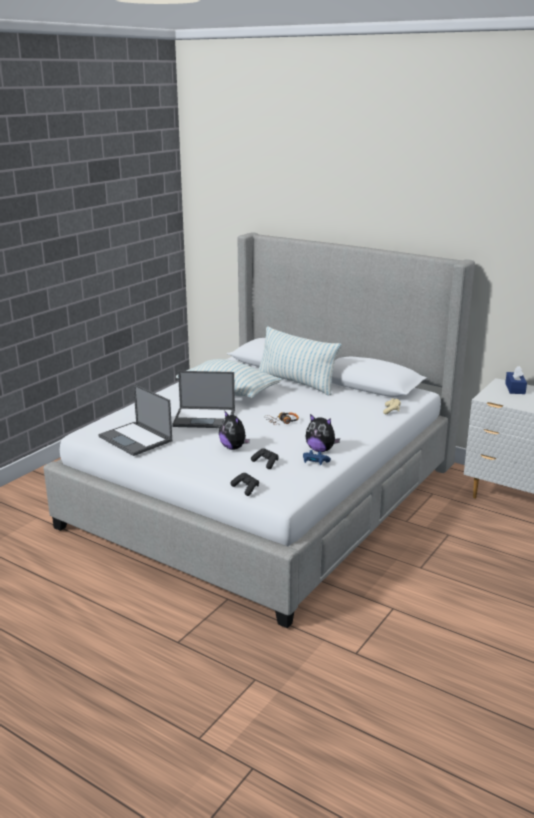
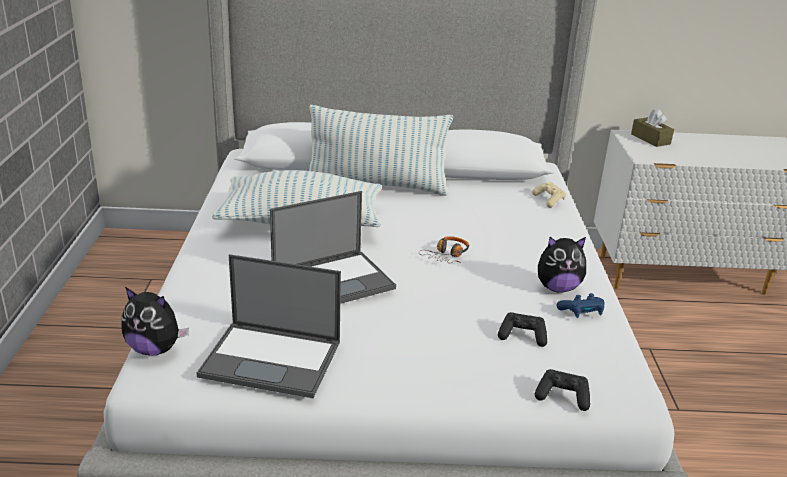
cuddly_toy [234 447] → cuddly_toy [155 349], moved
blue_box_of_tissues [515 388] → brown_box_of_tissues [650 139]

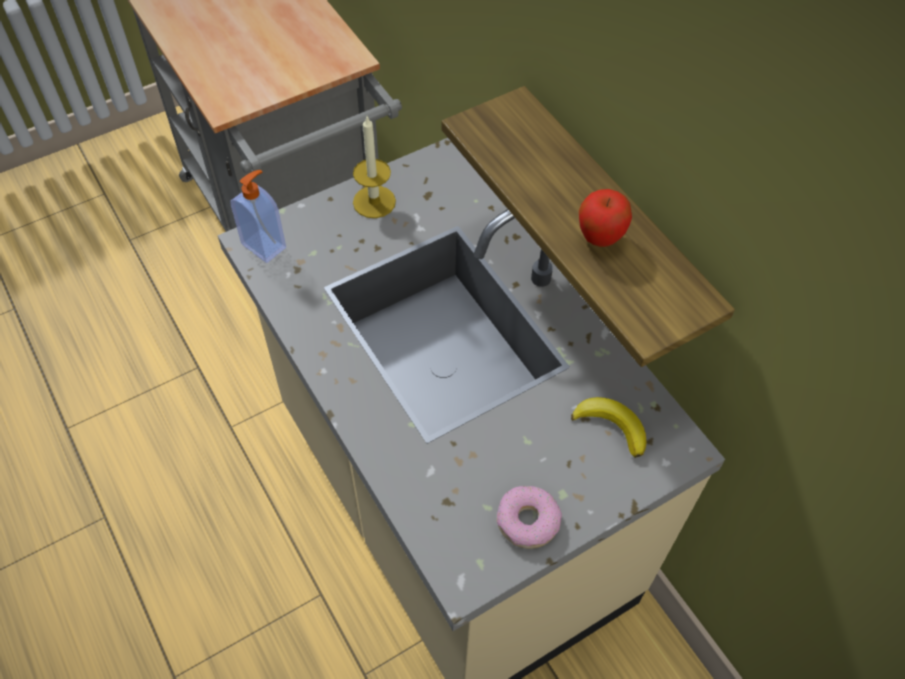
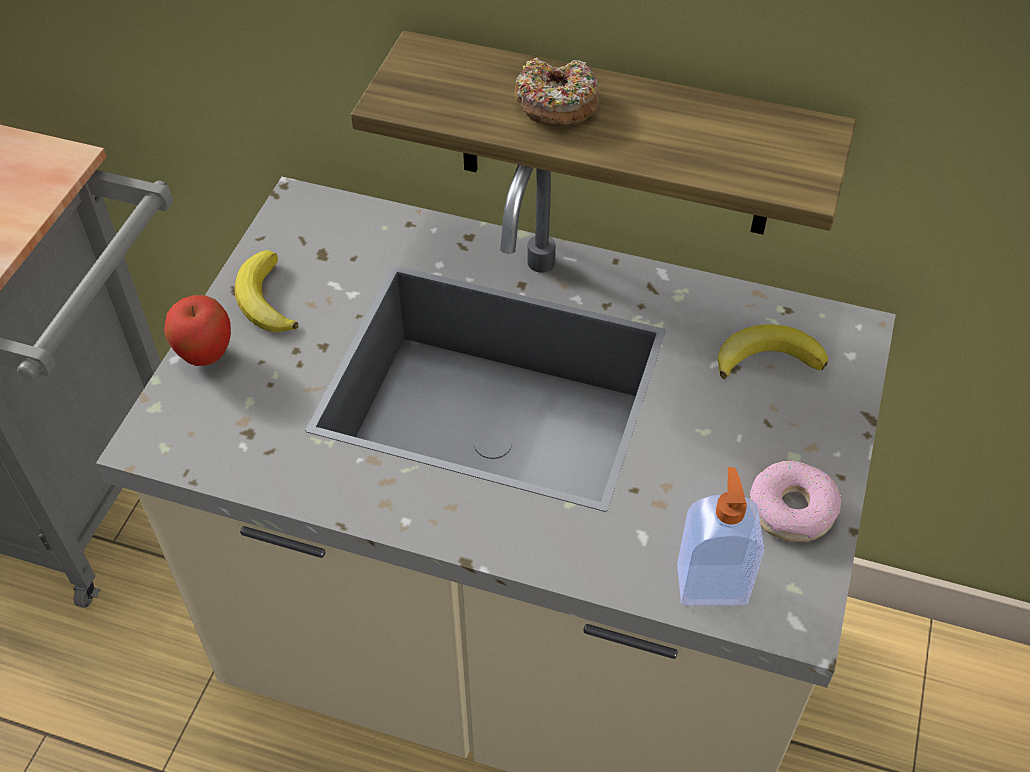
soap_dispenser [265 245] → soap_dispenser [711 582], moved
wax_light [374 202] → banana [265 299]
apple_fruit [600 238] → apple_fruit [206 356], moved
- → doughnut [556 104]

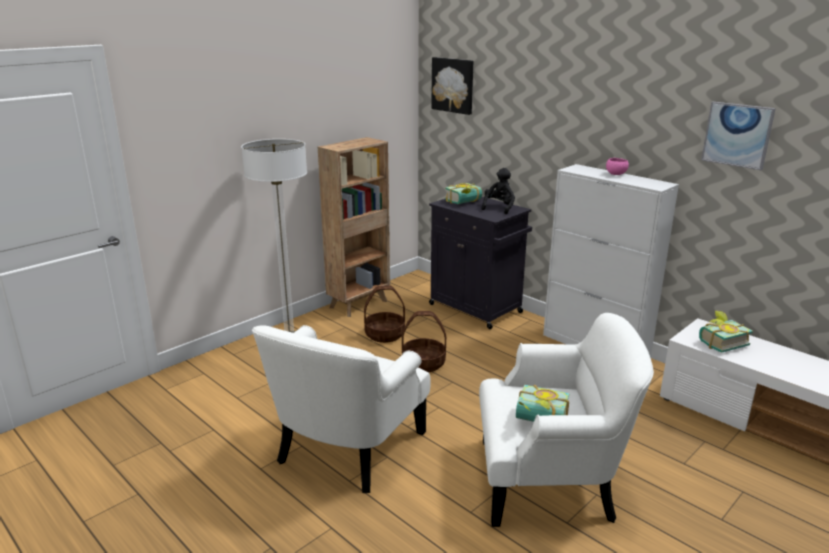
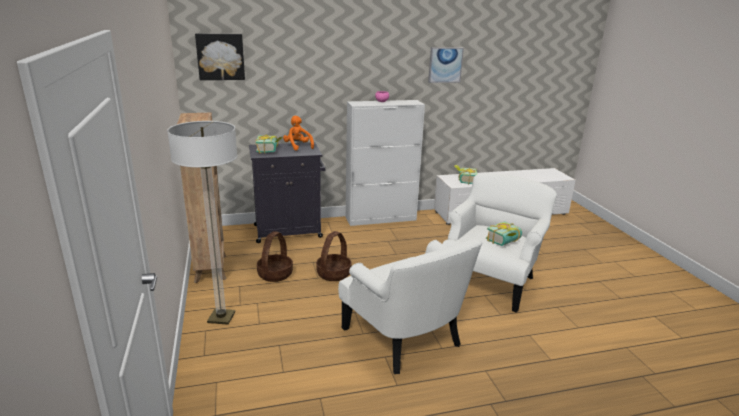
black-coloured_cuddly_toy [499 207] → orangey_cuddly_toy [298 146]

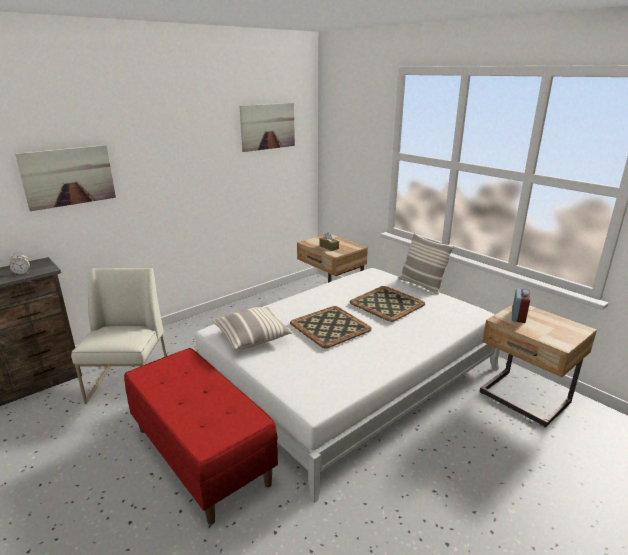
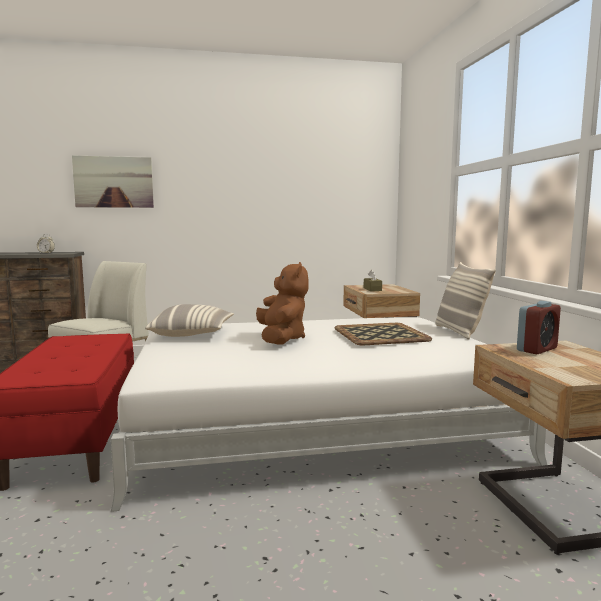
wall_art [268 126] → -
carrying_tray [331 326] → brown_cuddly_toy [281 339]

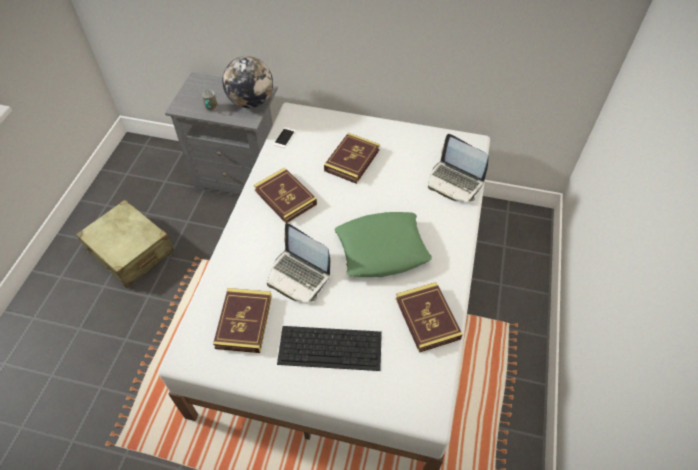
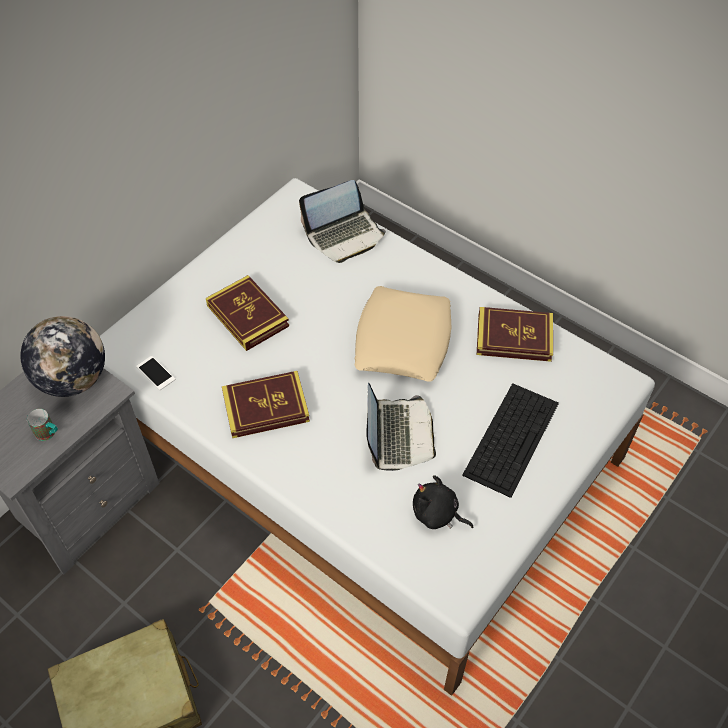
bound_book [244 322] → black-coloured_cuddly_toy [437 514]
notebook_computer [298 275] → notebook_computer [398 435], 60 degrees counterclockwise
green_throw_pillow [382 249] → beige_throw_pillow [403 340]

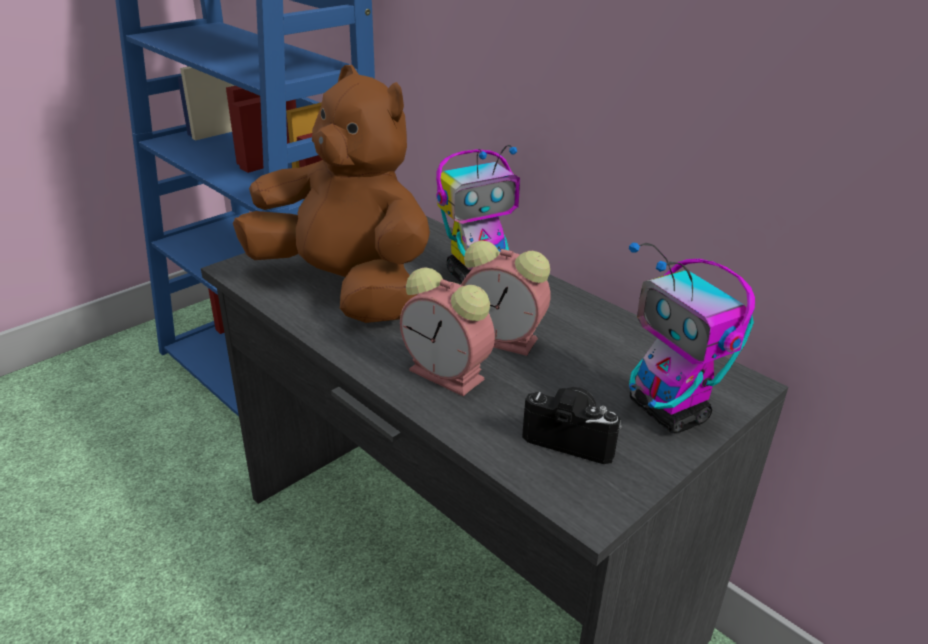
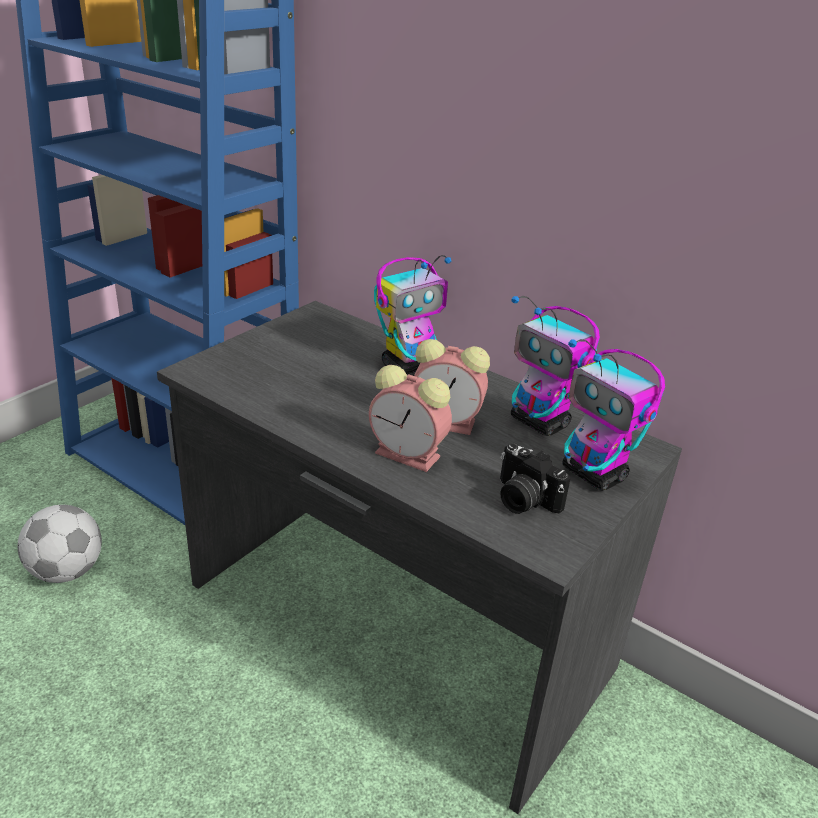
brown_cuddly_toy [346 288] → -
photo_camera [572 438] → photo_camera [523 500], 150 degrees counterclockwise
- → ball_for_football [67 571]
- → toy_robot [540 423]

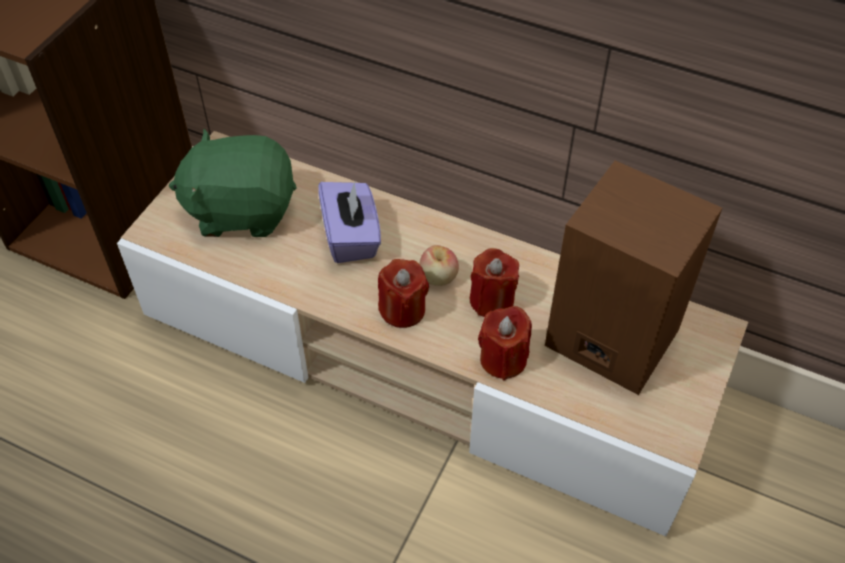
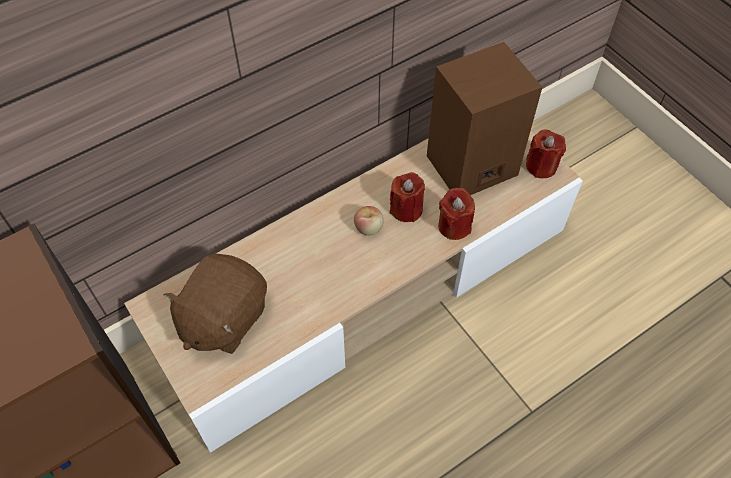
green_cuddly_toy [241 210] → brown_cuddly_toy [223 318]
purple_box_of_tissues [351 237] → -
red_wax_light [402 310] → red_wax_light [541 166], moved

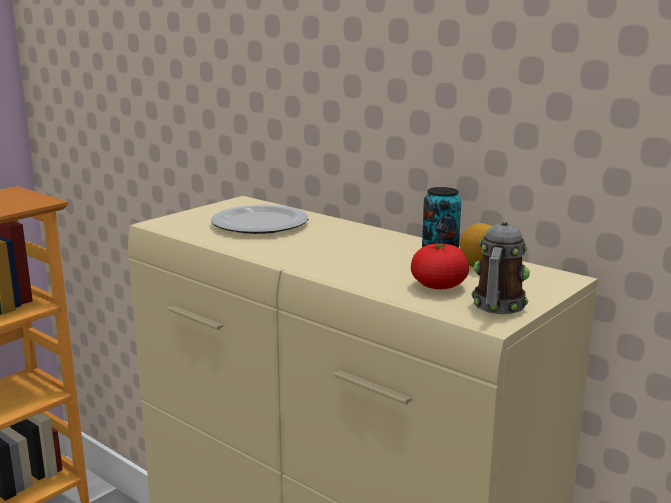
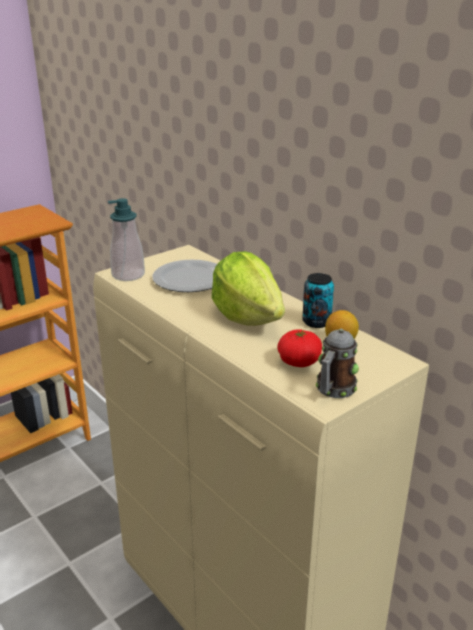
- → soap_dispenser [128 275]
- → lettuce_head [247 316]

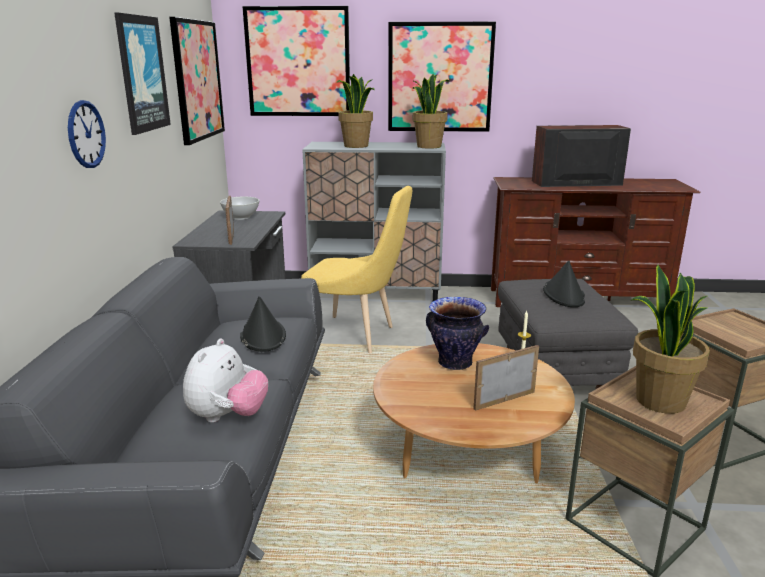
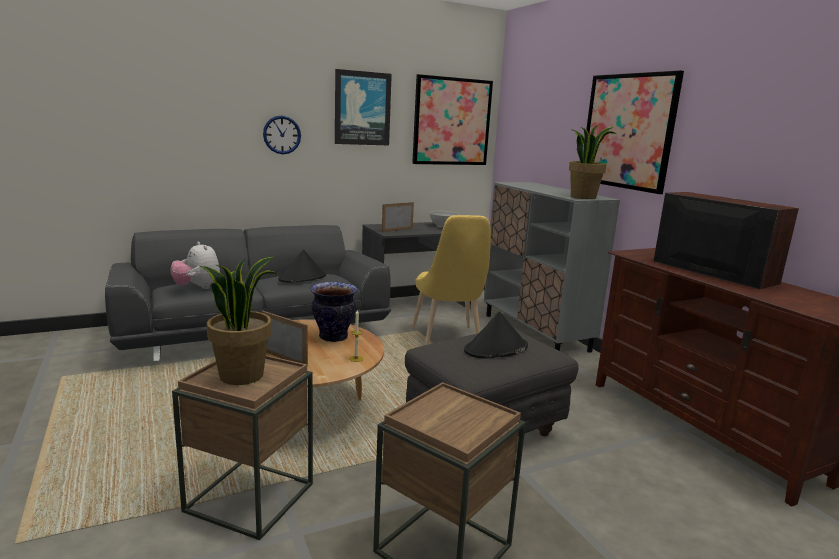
cuddly_toy [227 416] → cuddly_toy [197 287], 60 degrees clockwise
wall_art [298 62] → -
potted_plant [356 146] → -

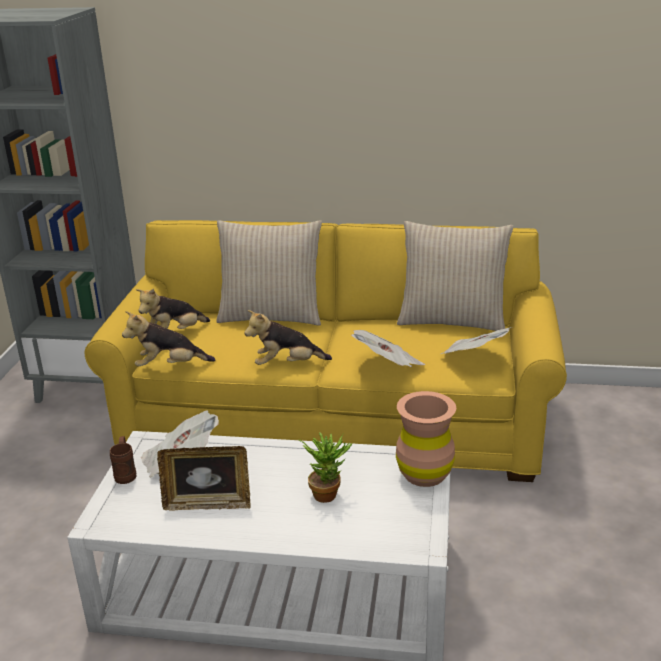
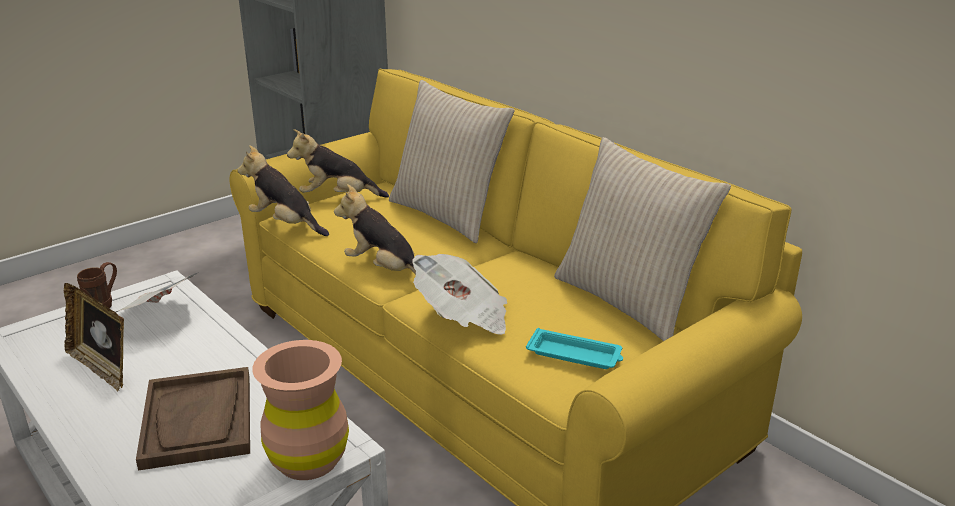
potted_plant [328 493] → brown_carrying_tray [198 420]
printed_paper [474 357] → blue-green_carrying_tray [575 355]

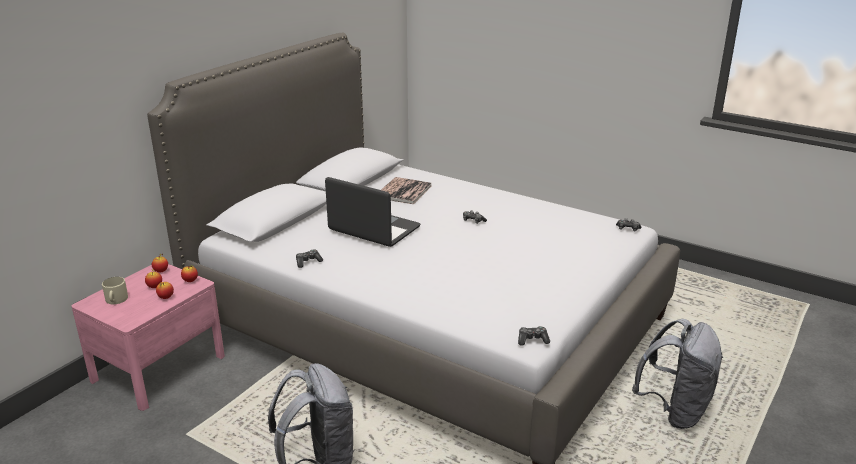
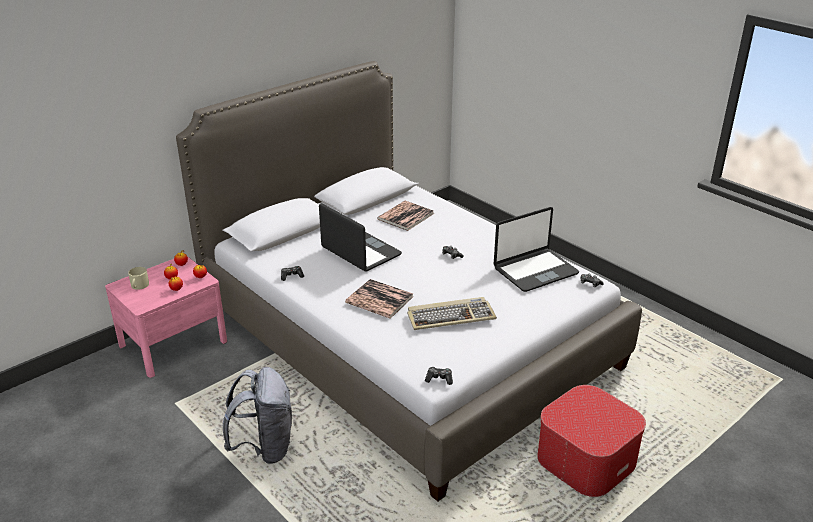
gray_rucksack [674 411] → footrest [586 459]
- → bound_book [379 300]
- → keyboard [451 316]
- → notebook_computer [535 270]

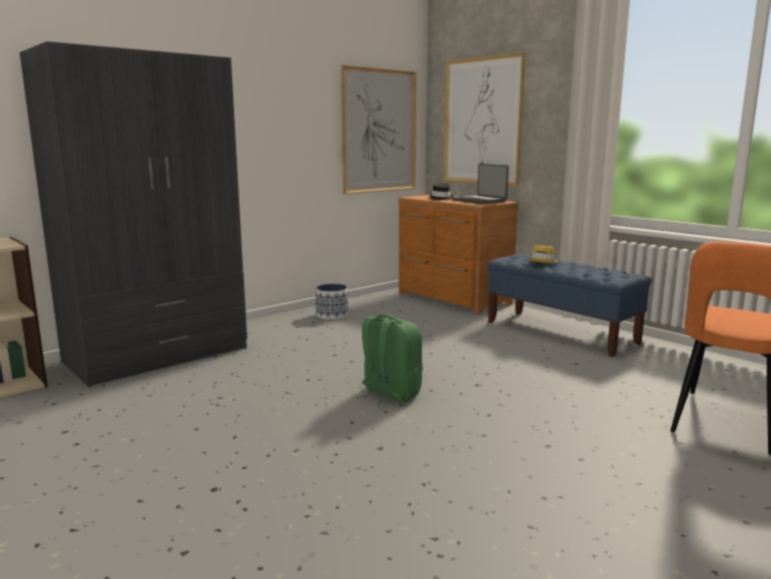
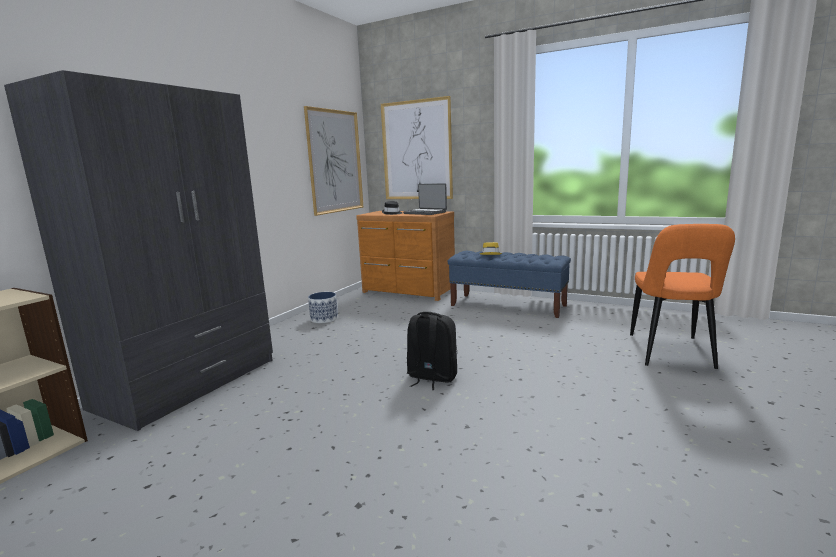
green_rucksack [389 394] → black-coloured_rucksack [431 377]

